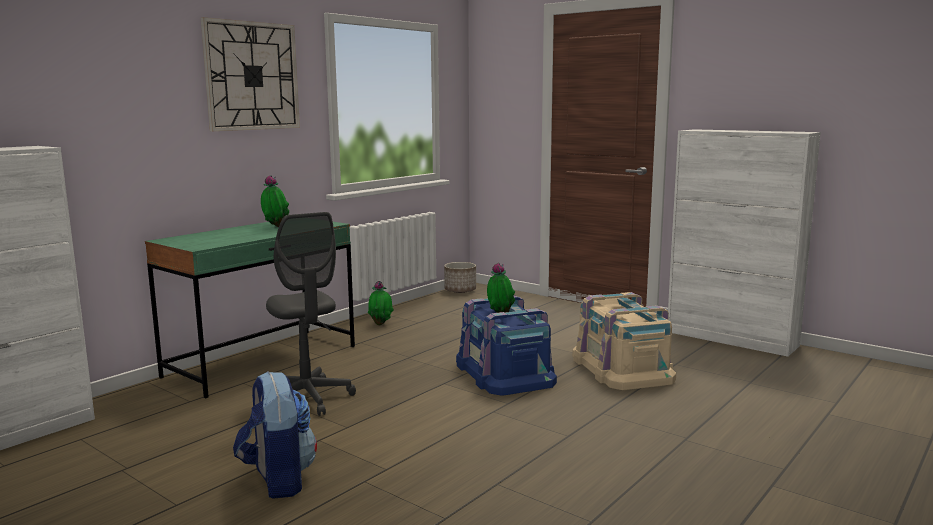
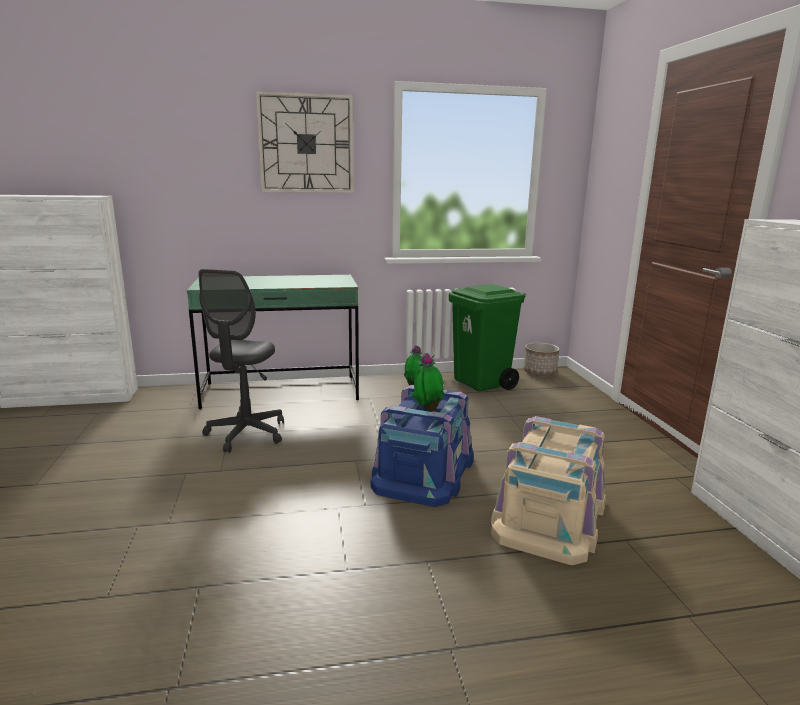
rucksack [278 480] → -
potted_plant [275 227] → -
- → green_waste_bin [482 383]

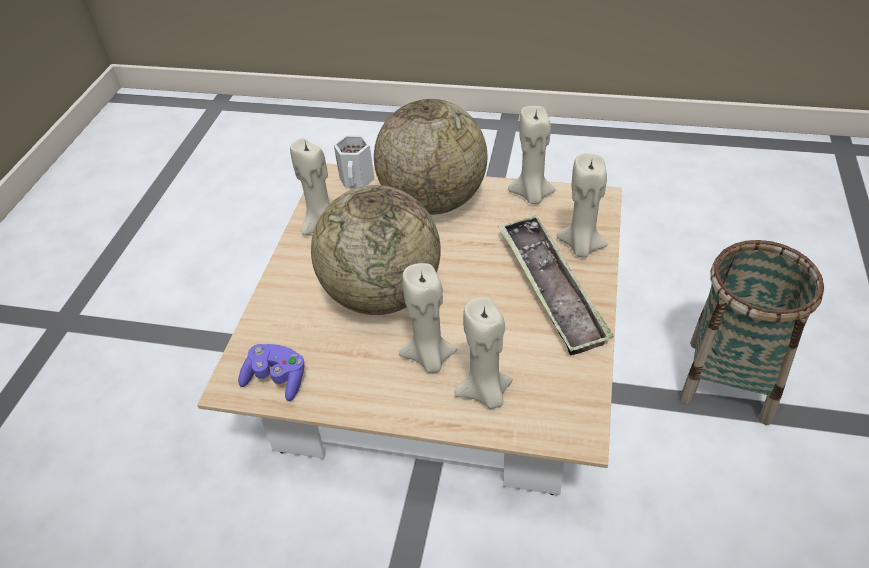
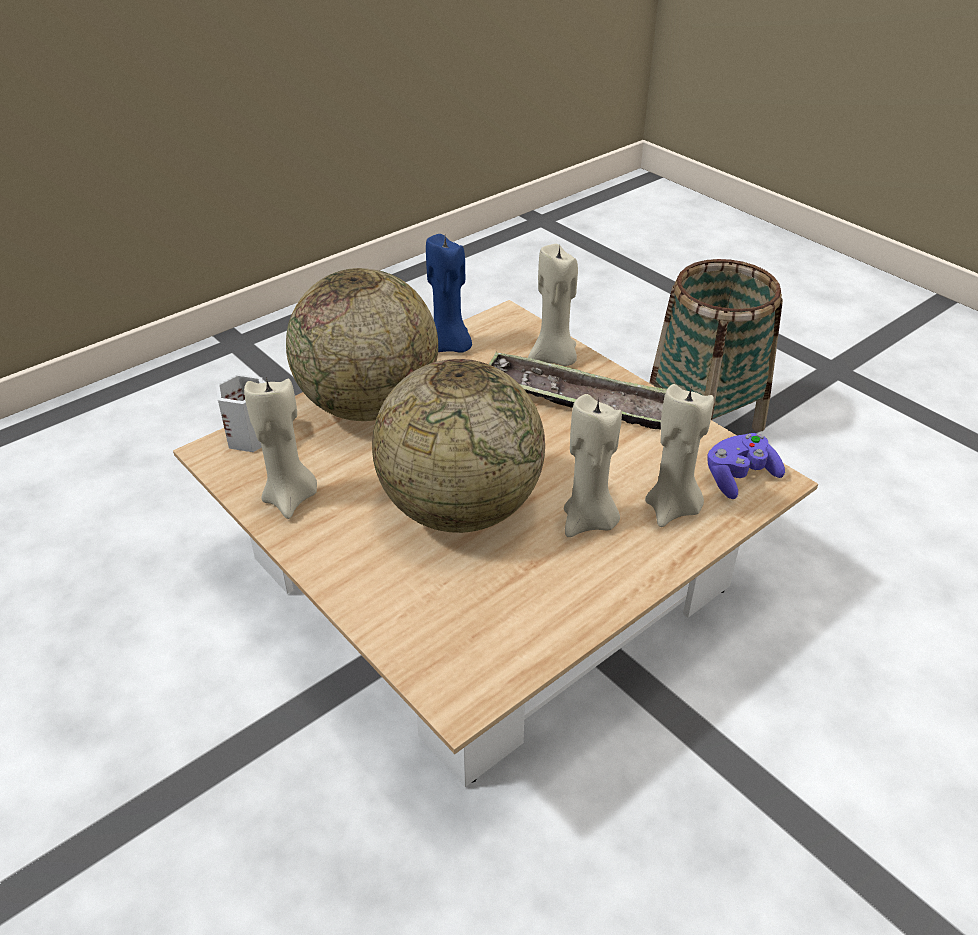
purple_game_controller [277 379] → purple_game_controller [739 477], moved
beige_wax_light [531 195] → blue_wax_light [449 347]

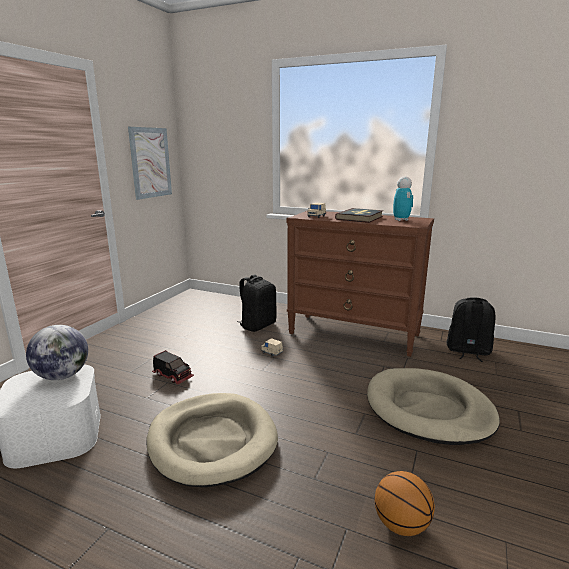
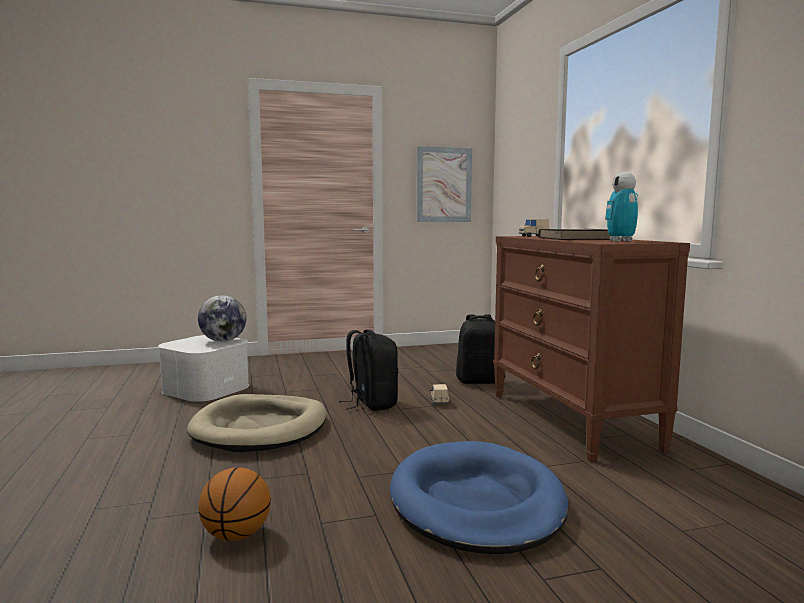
toy_truck [173 376] → -
beige_dog_bed [428 409] → blue_dog_bed [476 502]
toy_robot [401 220] → toy_robot [620 241], 135 degrees clockwise
black-coloured_rucksack [467 351] → black-coloured_rucksack [371 404], moved

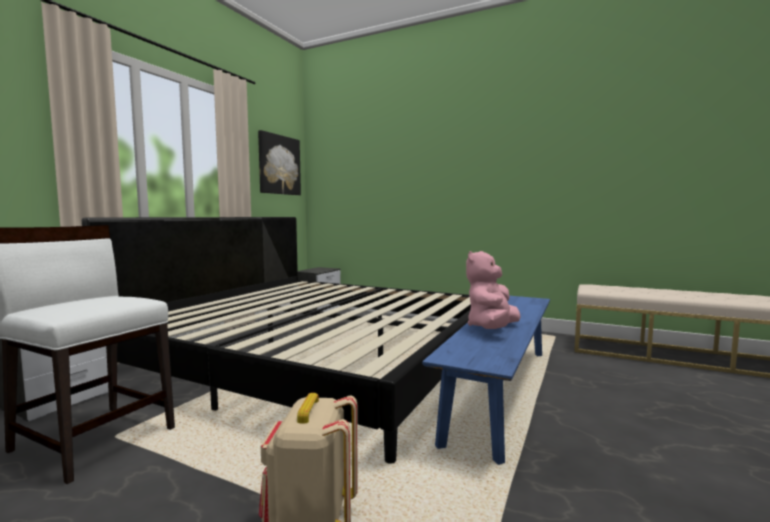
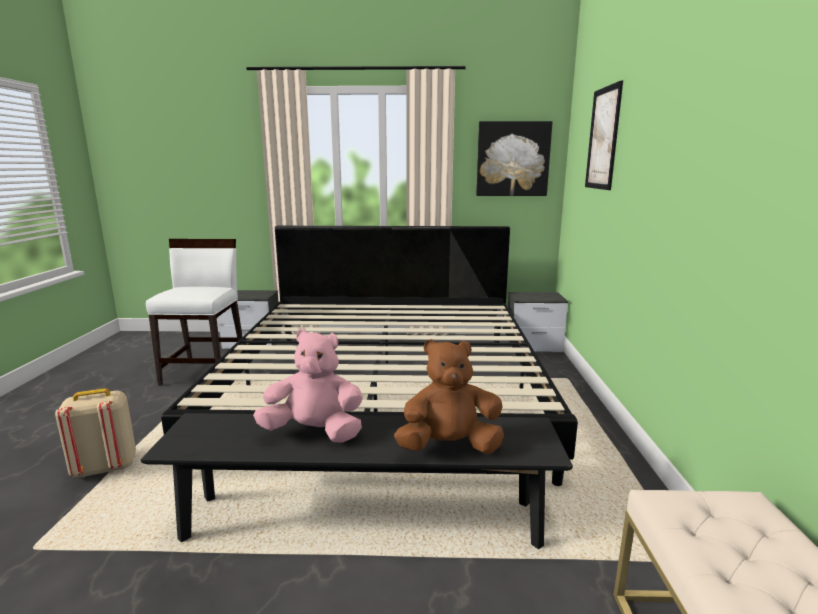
blue_long_seat [501 390] → black-coloured_long_seat [363 520]
- → brown_cuddly_toy [449 447]
- → wall_art [603 138]

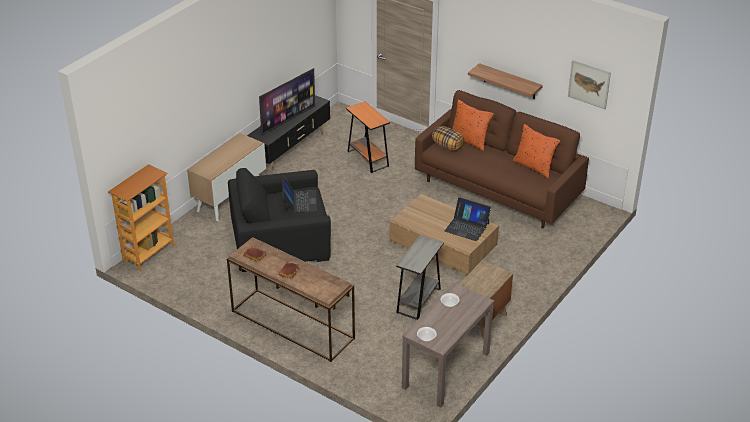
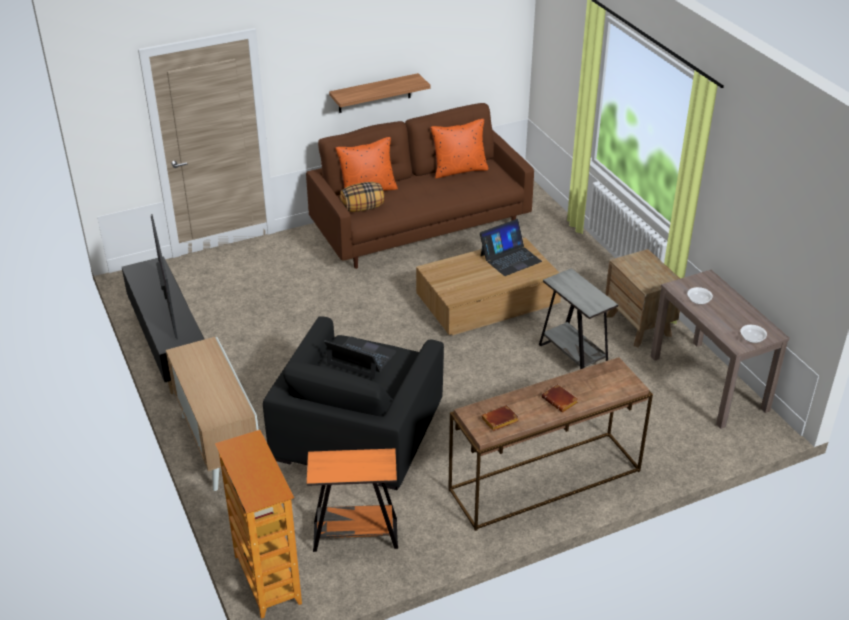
orangey_end_table [368 159] → orangey_end_table [355 535], moved
wall_art [589 84] → -

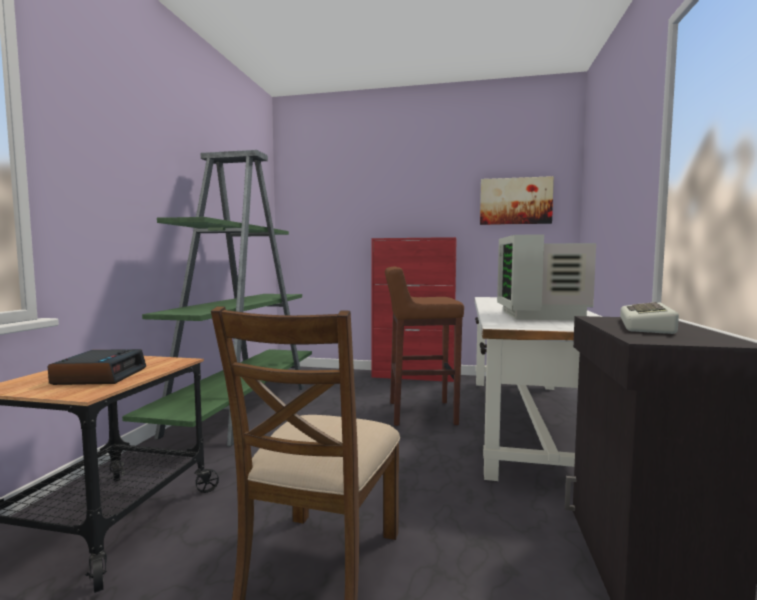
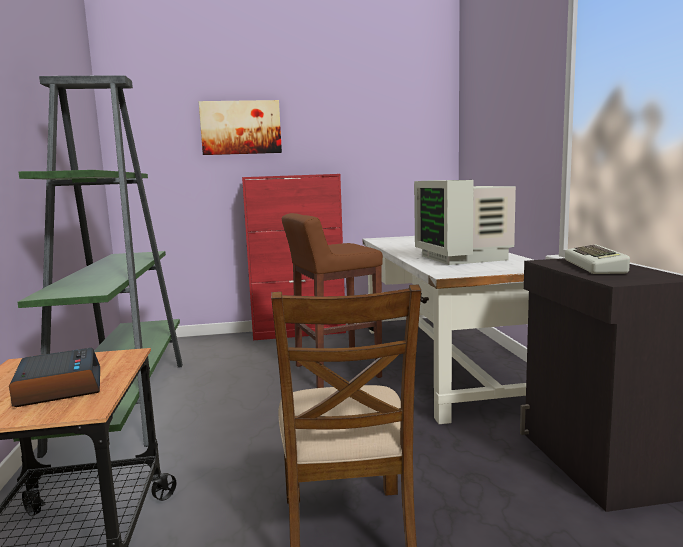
wall_art [515 201] → wall_art [241 127], moved

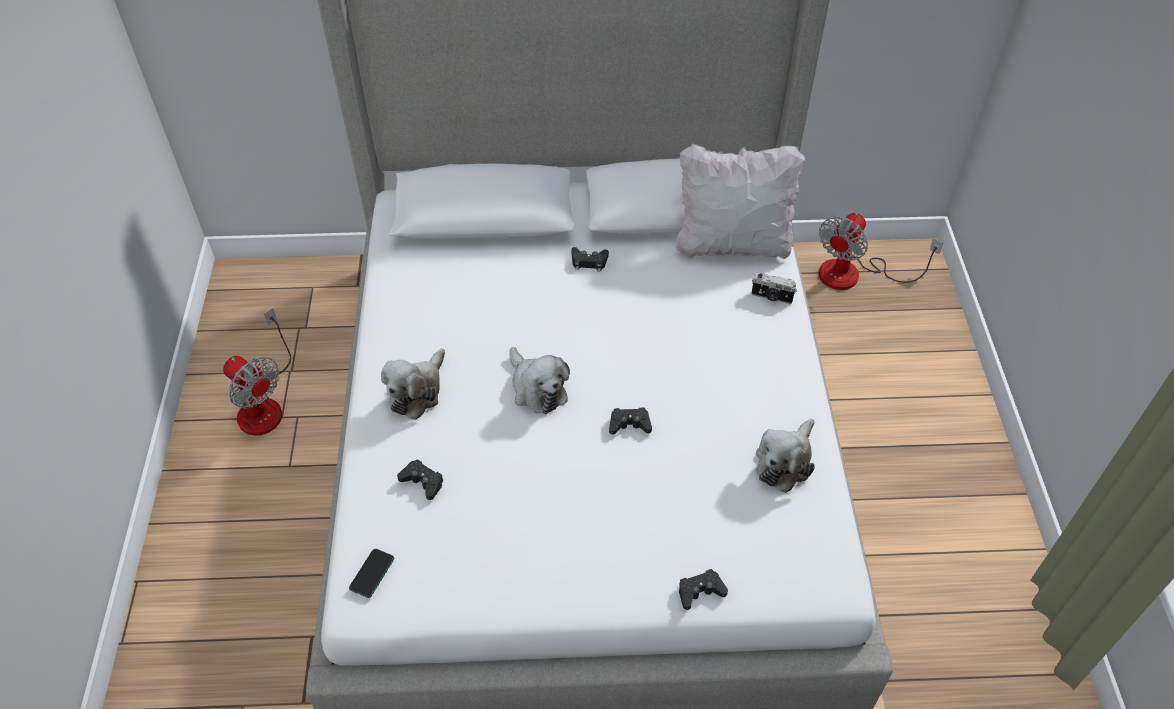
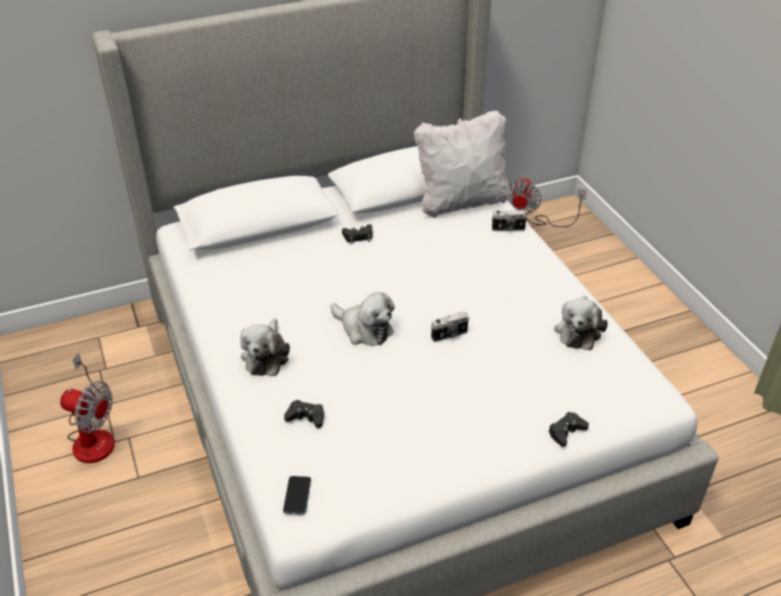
black-coloured_game_controller [629 424] → photo_camera [450 335]

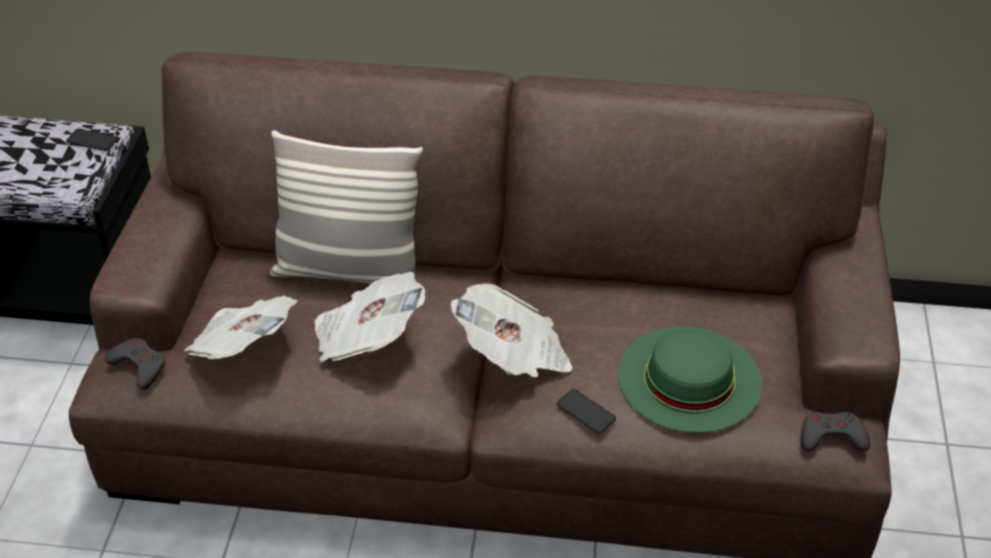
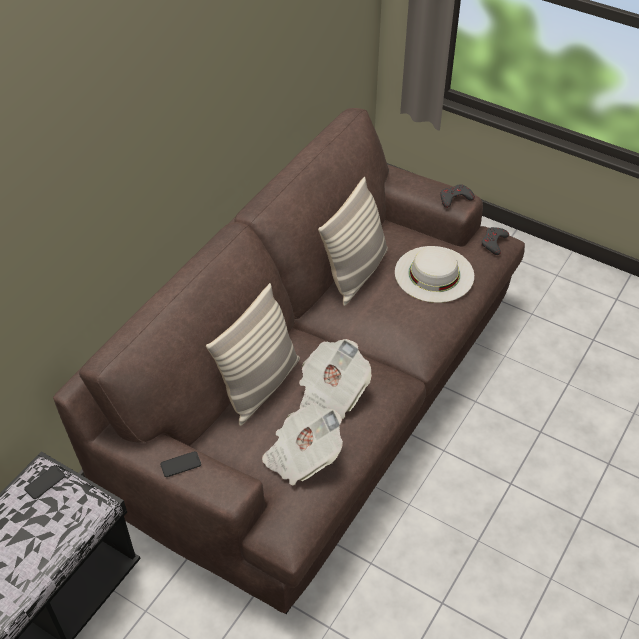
gray_game_controller [139 366] → gray_game_controller [455 198], moved
printed_paper [513 355] → -
handset [586 412] → handset [180 464], moved
green_hat [689 378] → white-coloured_hat [434 274]
- → throw_pillow [355 273]

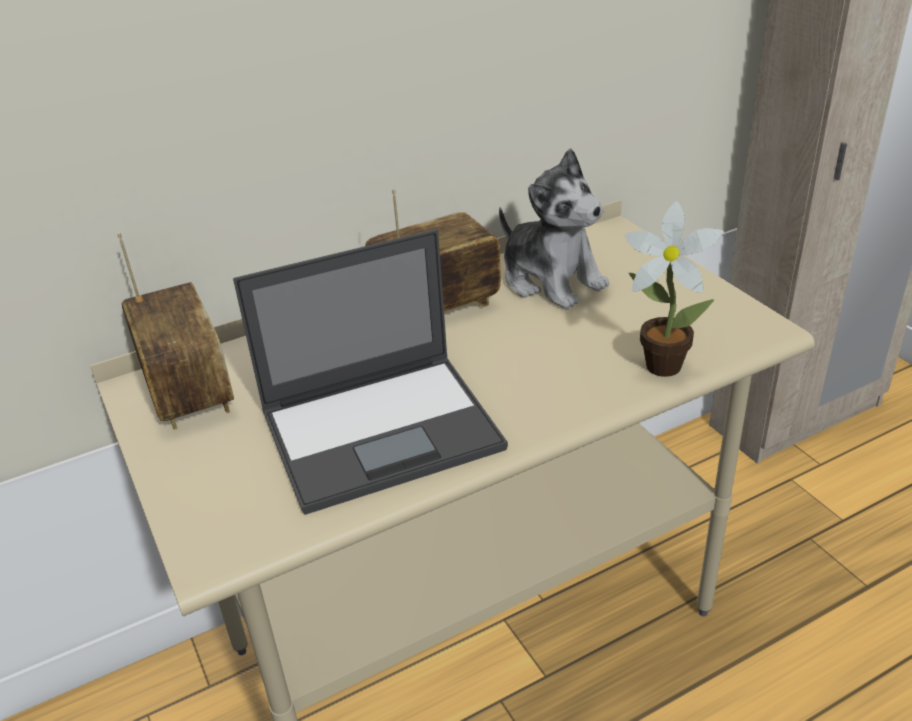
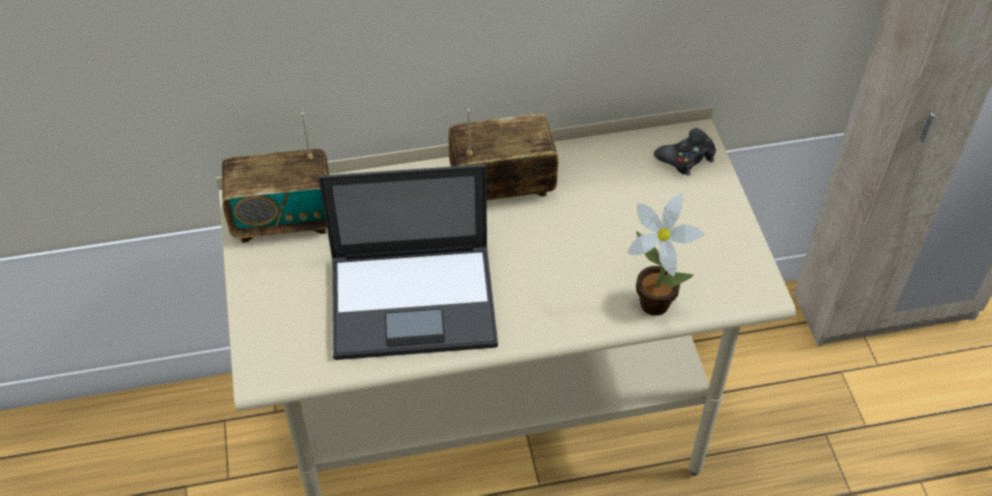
radio_set [188 392] → radio_set [283 220], 90 degrees clockwise
cuddly_toy [551 280] → -
- → black-coloured_game_controller [686 157]

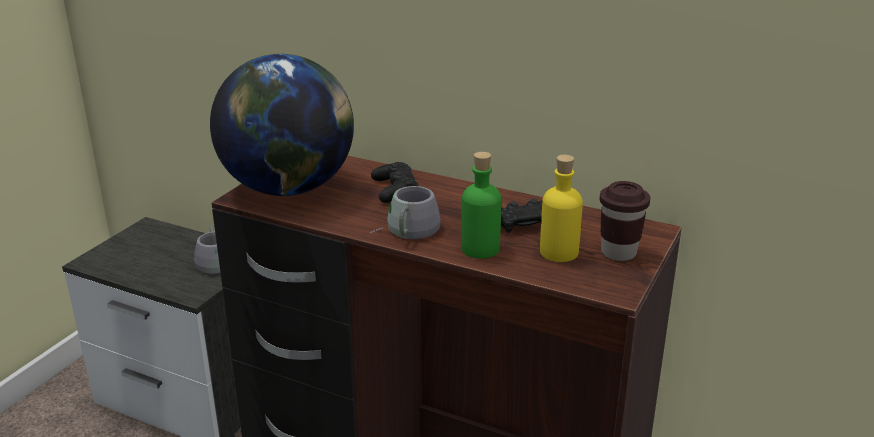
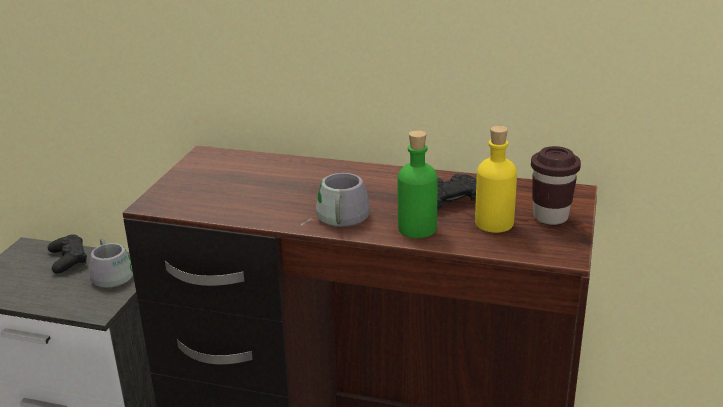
world_globe [289 188] → -
black-coloured_game_controller [395 189] → black-coloured_game_controller [68 259], moved

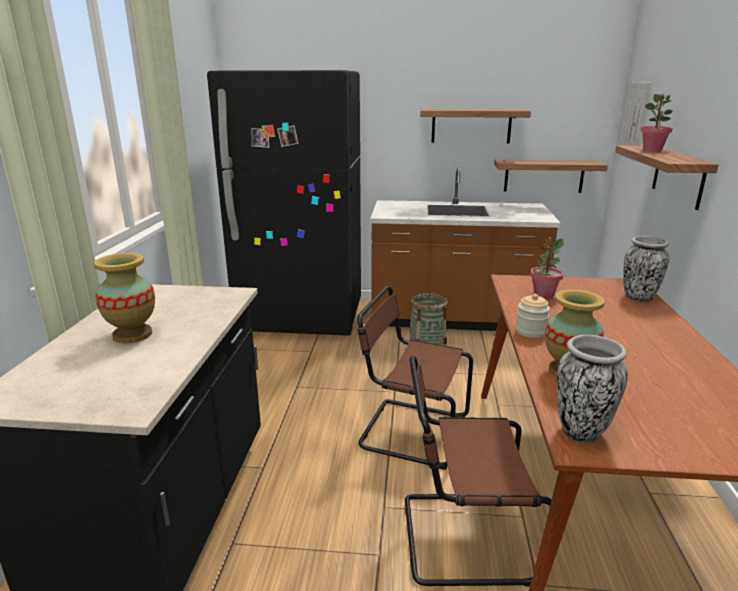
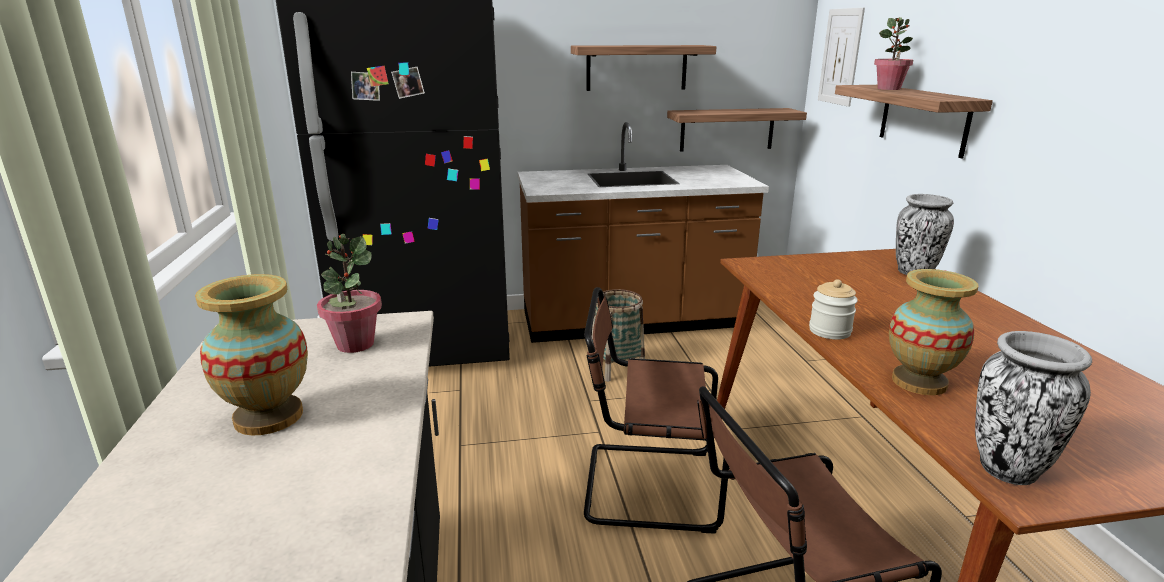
potted_plant [543 295] → potted_plant [355 344], moved

